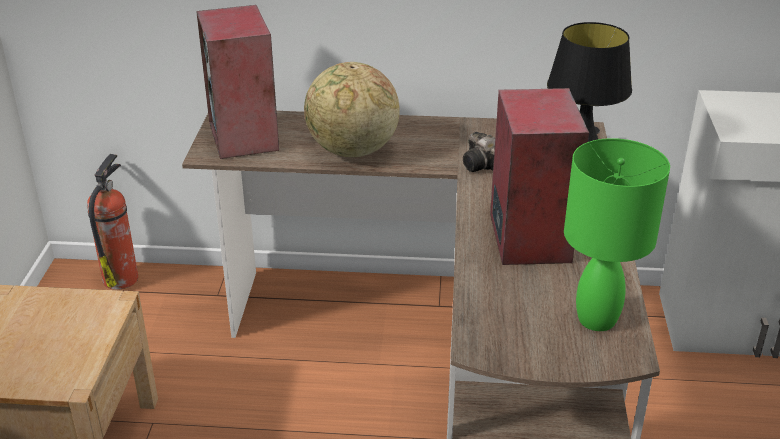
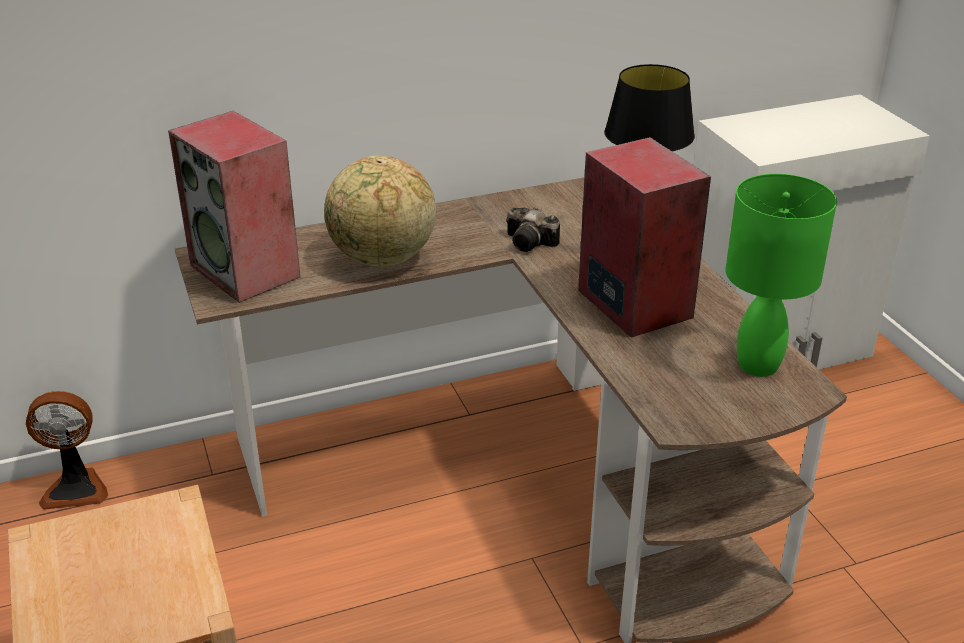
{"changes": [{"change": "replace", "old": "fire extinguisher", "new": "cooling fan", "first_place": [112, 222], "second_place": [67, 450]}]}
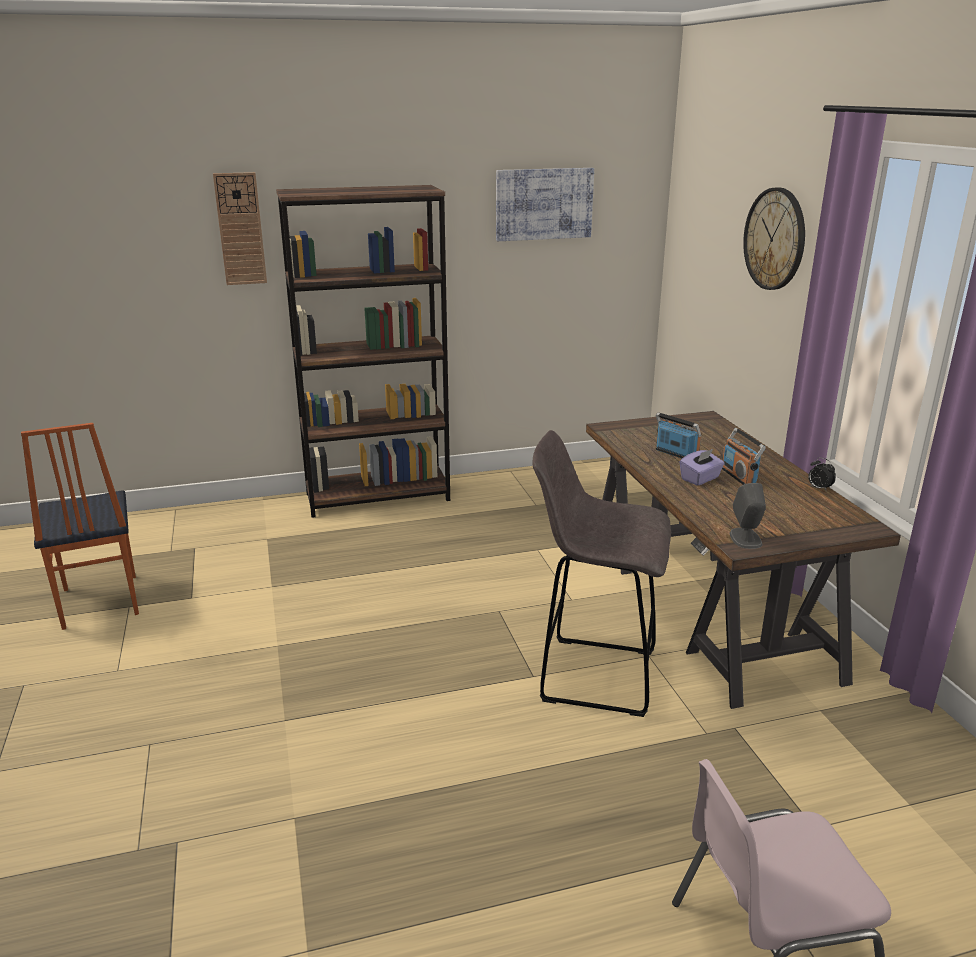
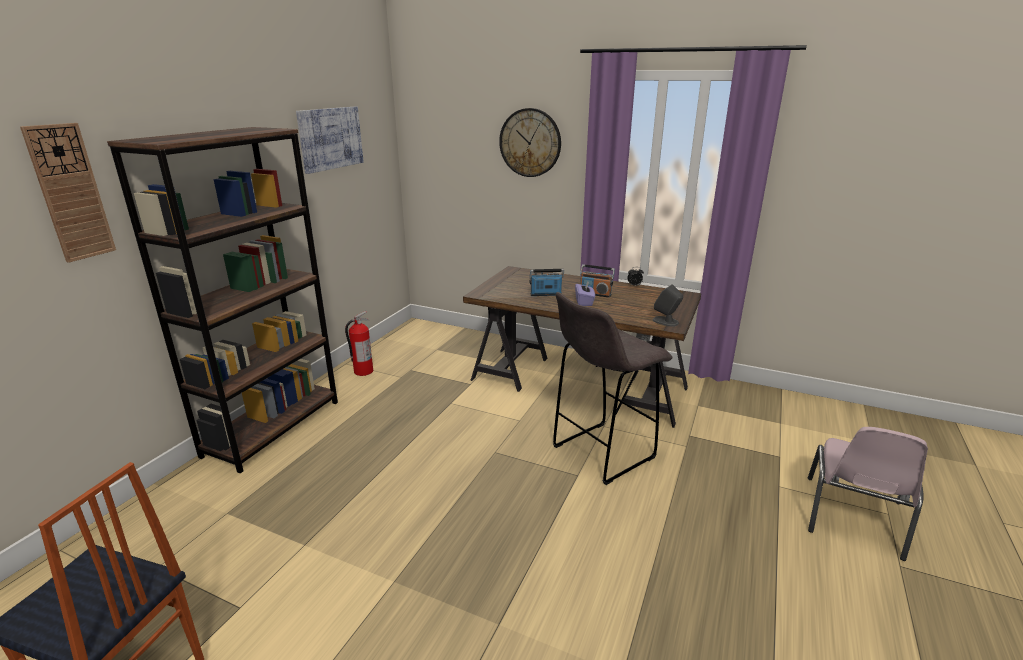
{"changes": [{"change": "insert", "new": "fire extinguisher", "second_place": [359, 343]}]}
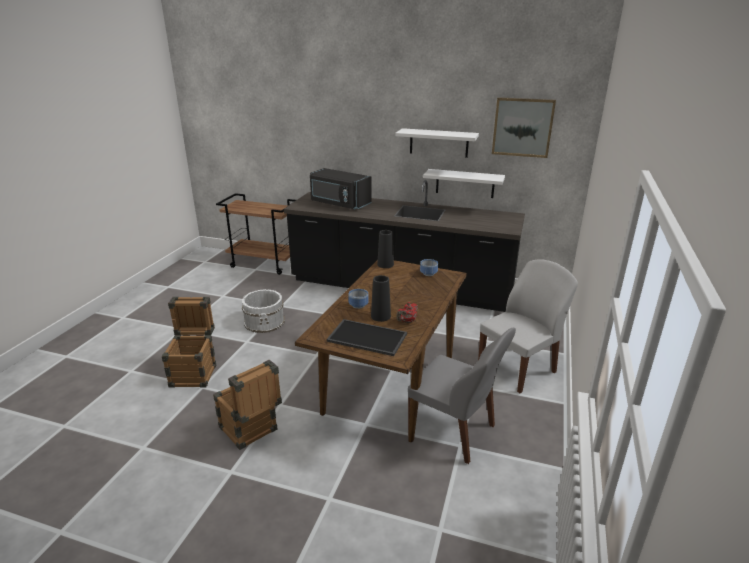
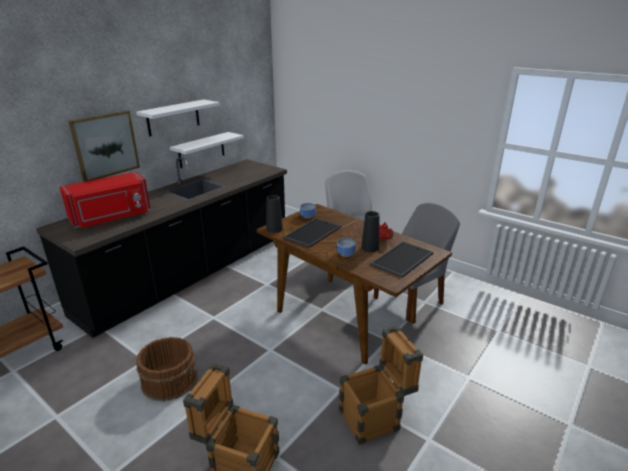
{"changes": [{"change": "recolor", "old": "microwave in blackish", "new": "microwave in red-coloured", "first_place": [341, 188], "second_place": [105, 200]}, {"change": "move", "old": "wall art", "first_place": [524, 127], "second_place": [104, 146]}, {"change": "recolor", "old": "pail in whitish", "new": "pail in brown", "first_place": [263, 311], "second_place": [167, 369]}, {"change": "insert", "new": "serving tray", "second_place": [312, 233]}]}
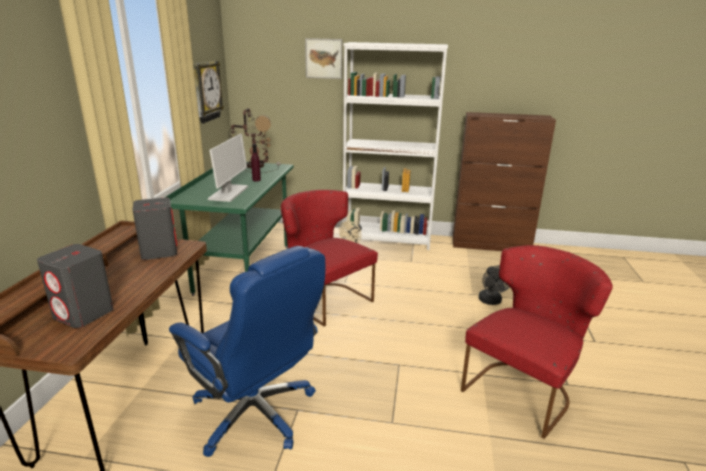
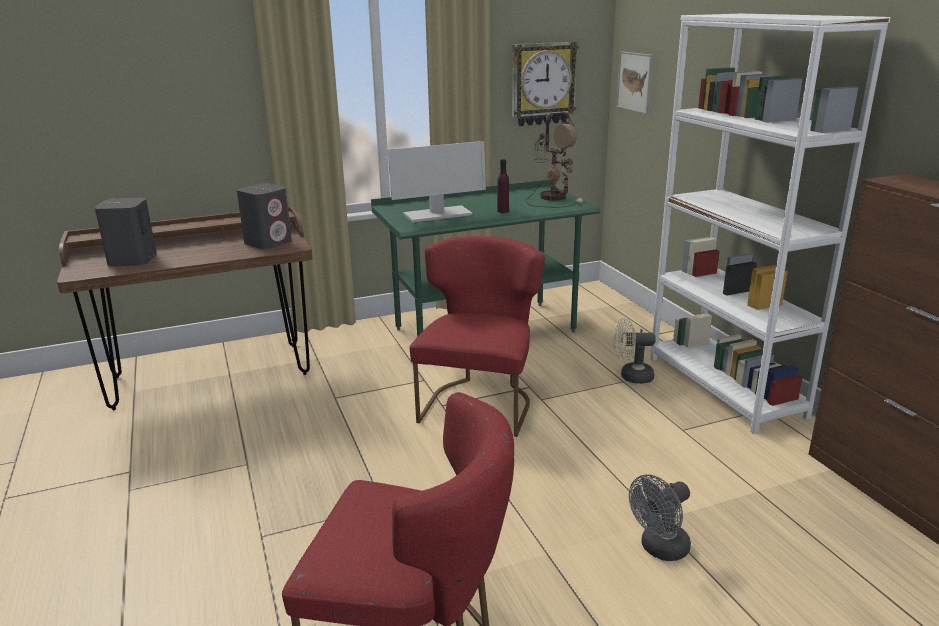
{"changes": [{"change": "move", "old": "wall art", "first_place": [323, 58], "second_place": [634, 82]}, {"change": "delete", "old": "desk chair in blue", "first_place": [247, 351]}]}
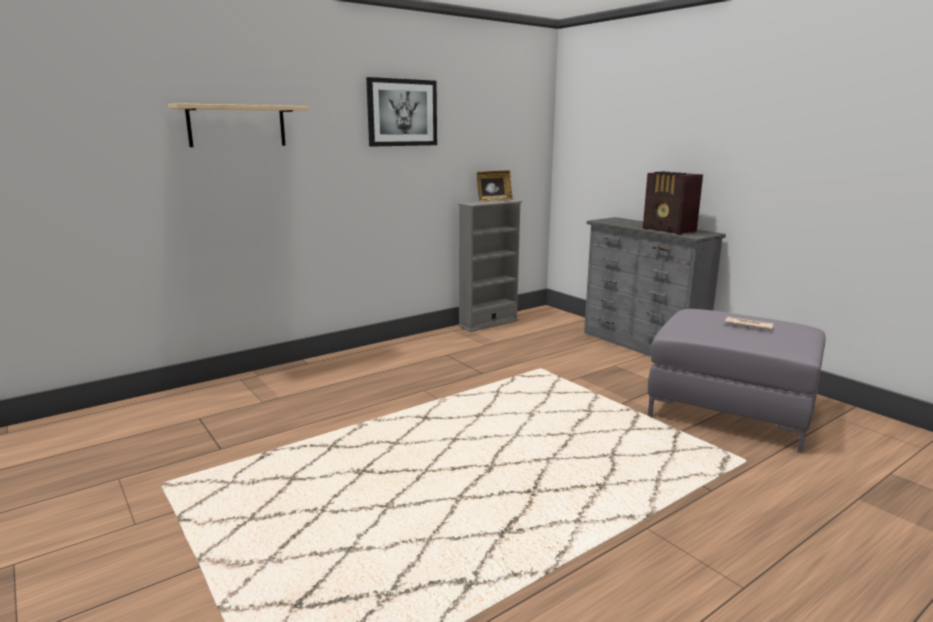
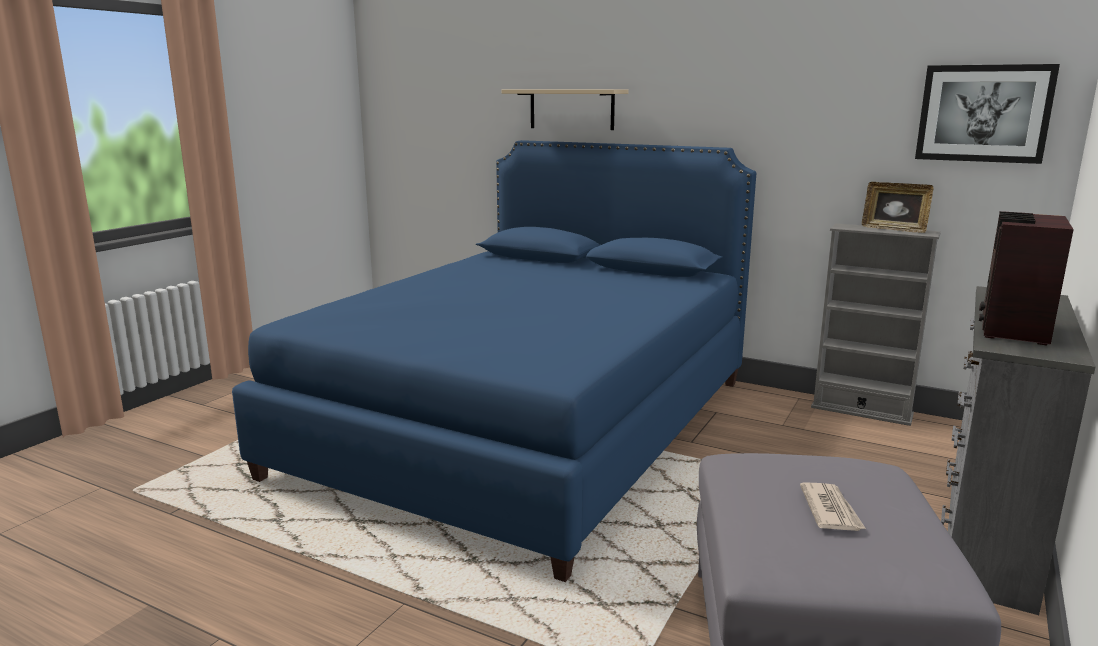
{"changes": [{"change": "insert", "new": "bedroom bed in blue", "second_place": [494, 361]}, {"change": "move", "old": "wall art", "first_place": [401, 112], "second_place": [987, 114]}]}
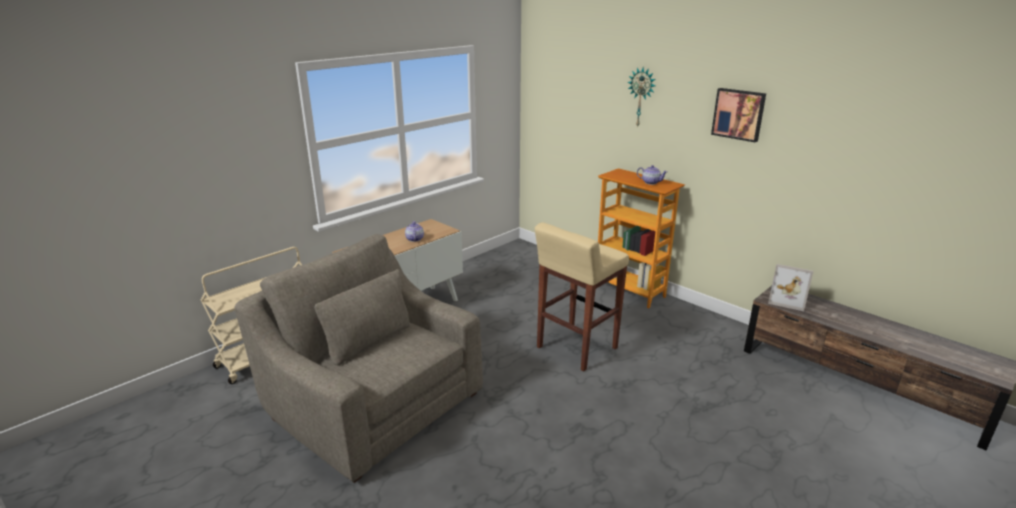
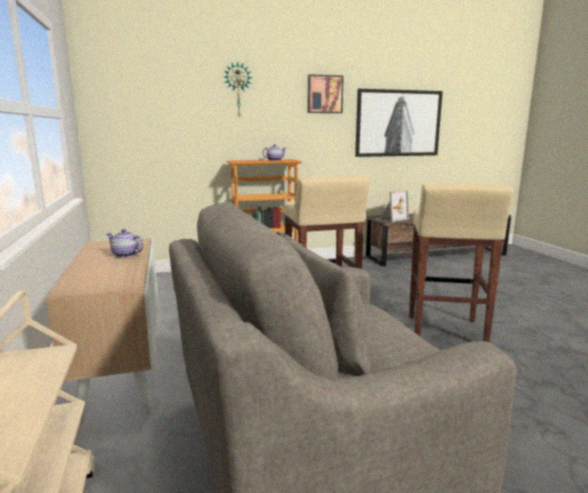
{"changes": [{"change": "insert", "new": "wall art", "second_place": [399, 123]}, {"change": "insert", "new": "stool in beige-coloured", "second_place": [461, 263]}]}
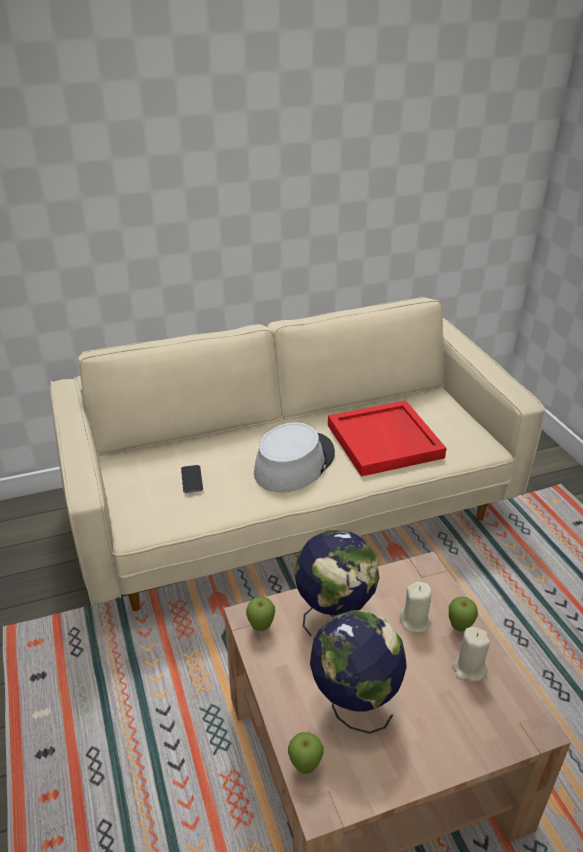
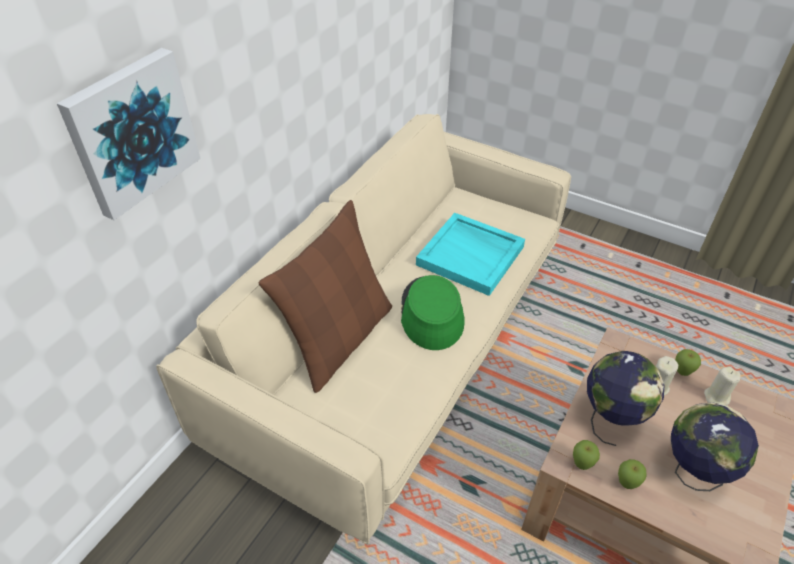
{"changes": [{"change": "insert", "new": "wall art", "second_place": [129, 134]}, {"change": "insert", "new": "pillow in brown", "second_place": [325, 296]}, {"change": "recolor", "old": "hat in grey", "new": "hat in green-coloured", "first_place": [294, 457], "second_place": [433, 312]}, {"change": "recolor", "old": "serving tray in red-coloured", "new": "serving tray in turquoise-coloured", "first_place": [387, 439], "second_place": [470, 254]}, {"change": "move", "old": "apple", "first_place": [305, 753], "second_place": [632, 474]}, {"change": "delete", "old": "telephone", "first_place": [192, 479]}]}
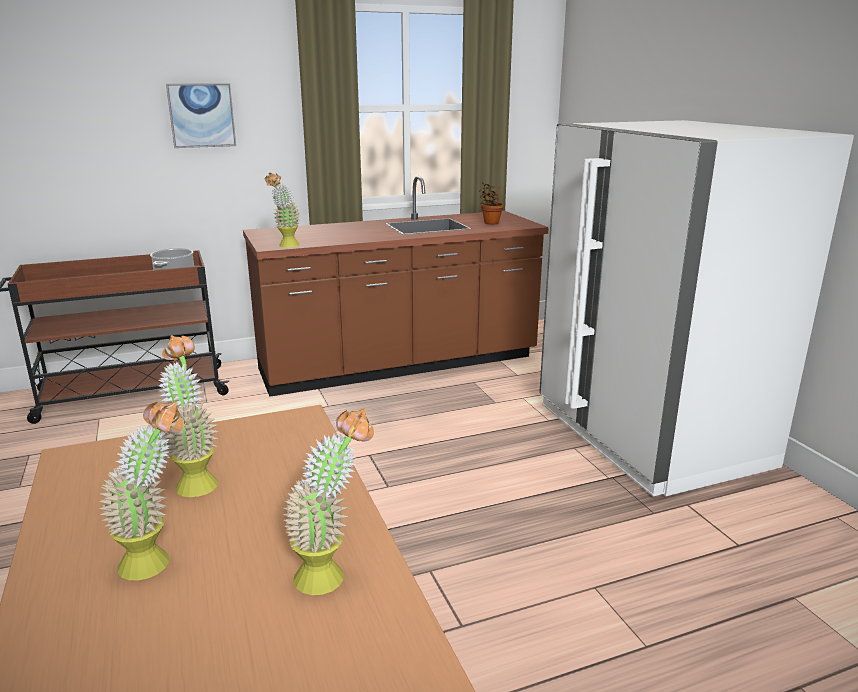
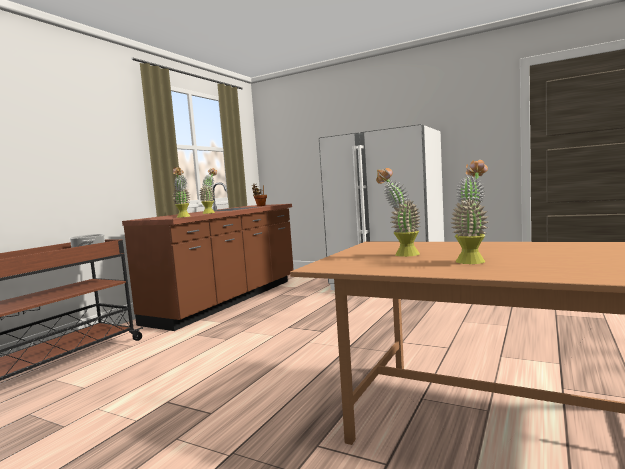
{"changes": [{"change": "move", "old": "potted plant", "first_place": [328, 501], "second_place": [208, 191]}, {"change": "delete", "old": "wall art", "first_place": [201, 115]}]}
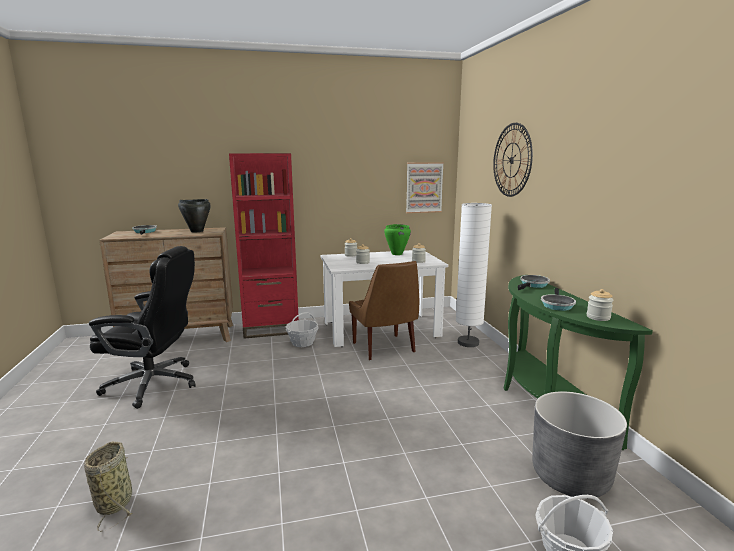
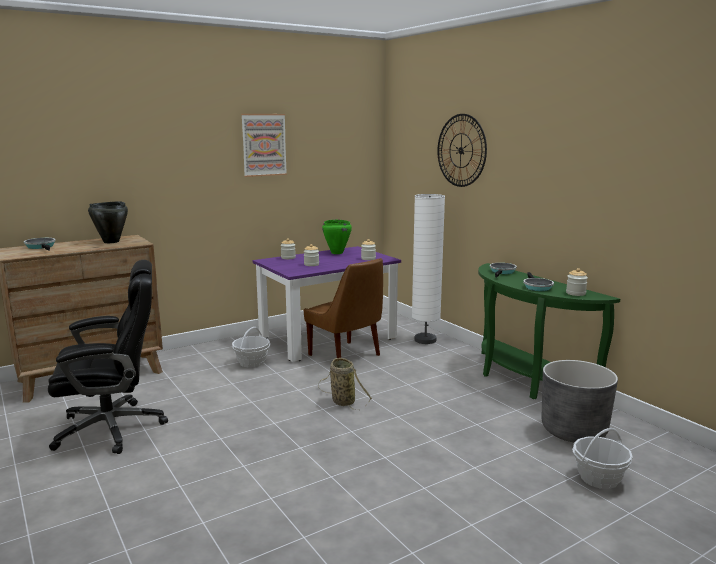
{"changes": [{"change": "move", "old": "wall art", "first_place": [425, 187], "second_place": [264, 145]}, {"change": "recolor", "old": "dinner table in whitish", "new": "dinner table in purplish", "first_place": [384, 298], "second_place": [327, 304]}, {"change": "move", "old": "basket", "first_place": [108, 487], "second_place": [345, 384]}, {"change": "delete", "old": "shelving unit in red-coloured", "first_place": [264, 246]}]}
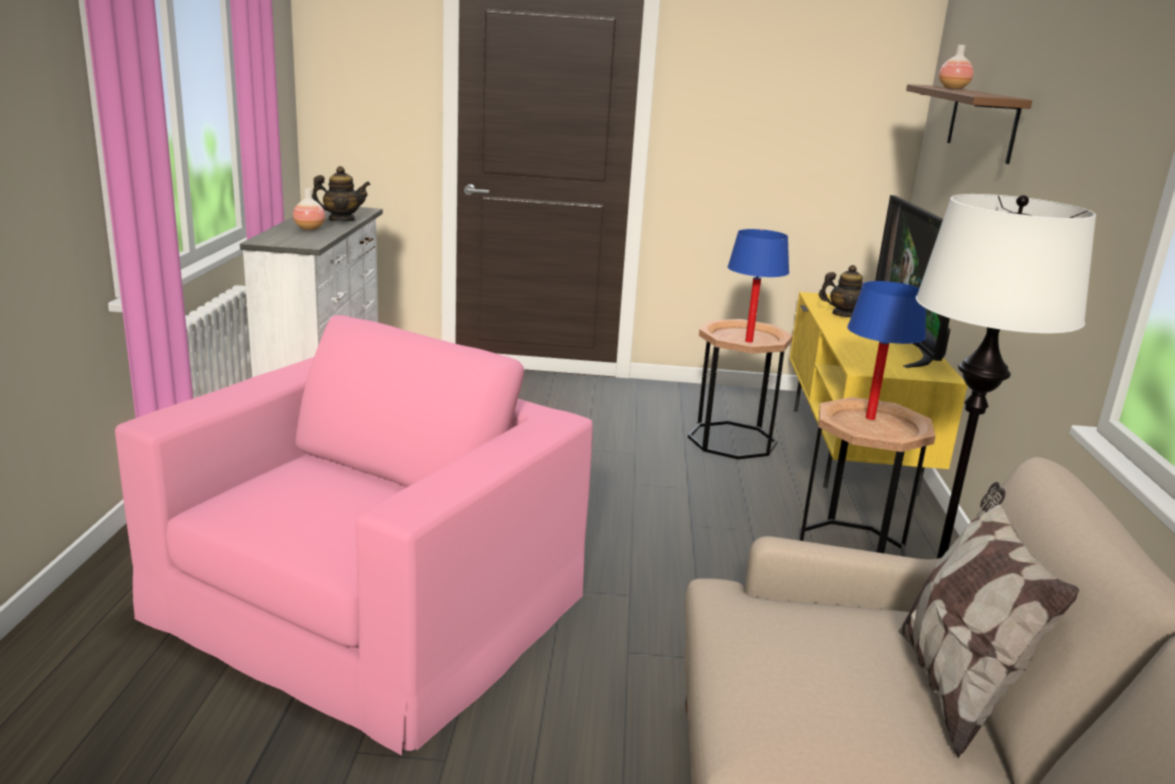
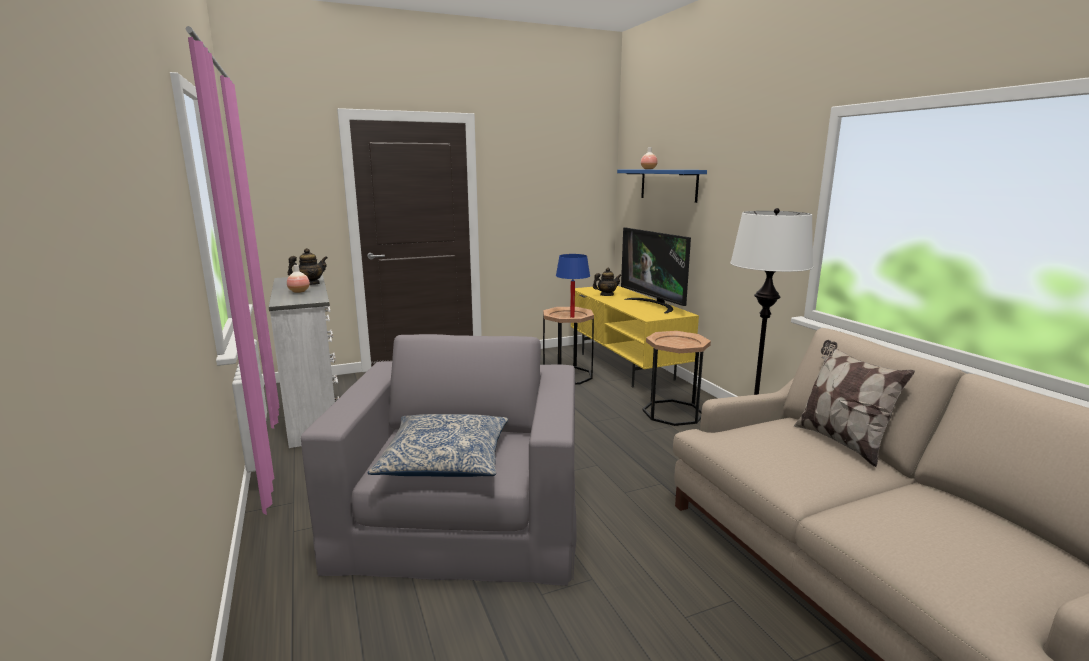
{"changes": [{"change": "recolor", "old": "armchair in pink", "new": "armchair in grey", "first_place": [354, 535], "second_place": [438, 460]}, {"change": "insert", "new": "pillow", "second_place": [437, 445]}, {"change": "recolor", "old": "shelf in brown", "new": "shelf in blue", "first_place": [969, 124], "second_place": [662, 186]}, {"change": "delete", "old": "tabletop lamp in blue", "first_place": [886, 350]}]}
